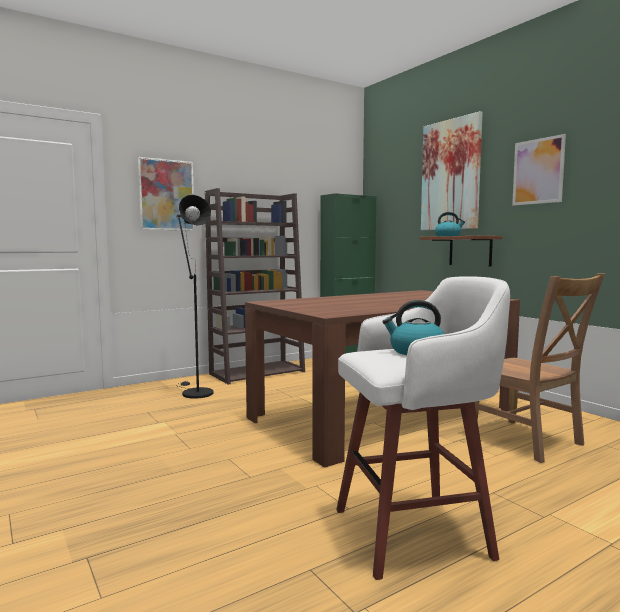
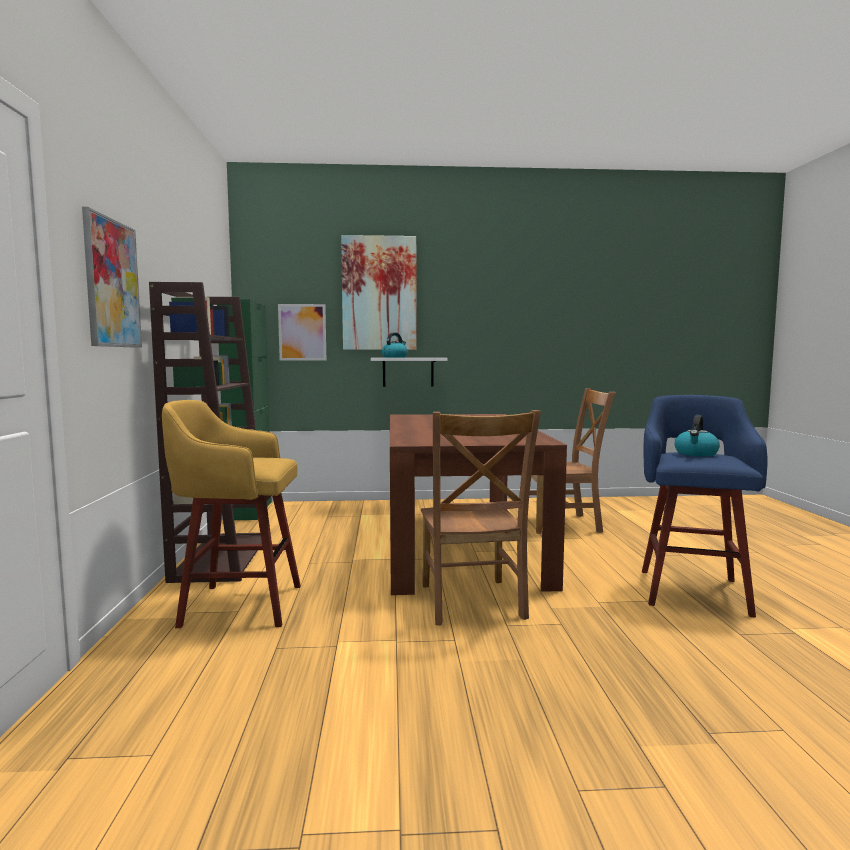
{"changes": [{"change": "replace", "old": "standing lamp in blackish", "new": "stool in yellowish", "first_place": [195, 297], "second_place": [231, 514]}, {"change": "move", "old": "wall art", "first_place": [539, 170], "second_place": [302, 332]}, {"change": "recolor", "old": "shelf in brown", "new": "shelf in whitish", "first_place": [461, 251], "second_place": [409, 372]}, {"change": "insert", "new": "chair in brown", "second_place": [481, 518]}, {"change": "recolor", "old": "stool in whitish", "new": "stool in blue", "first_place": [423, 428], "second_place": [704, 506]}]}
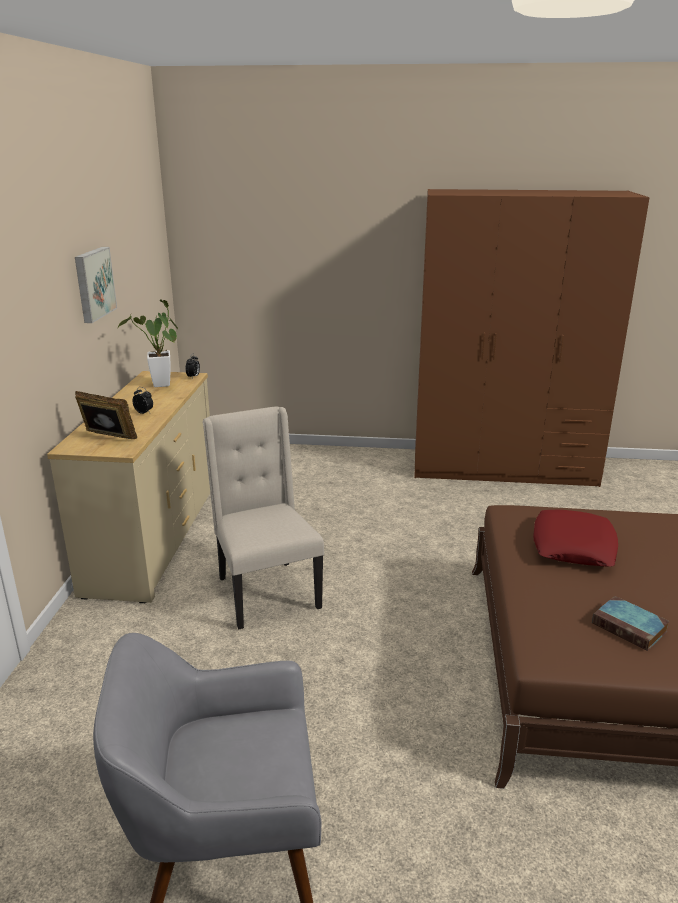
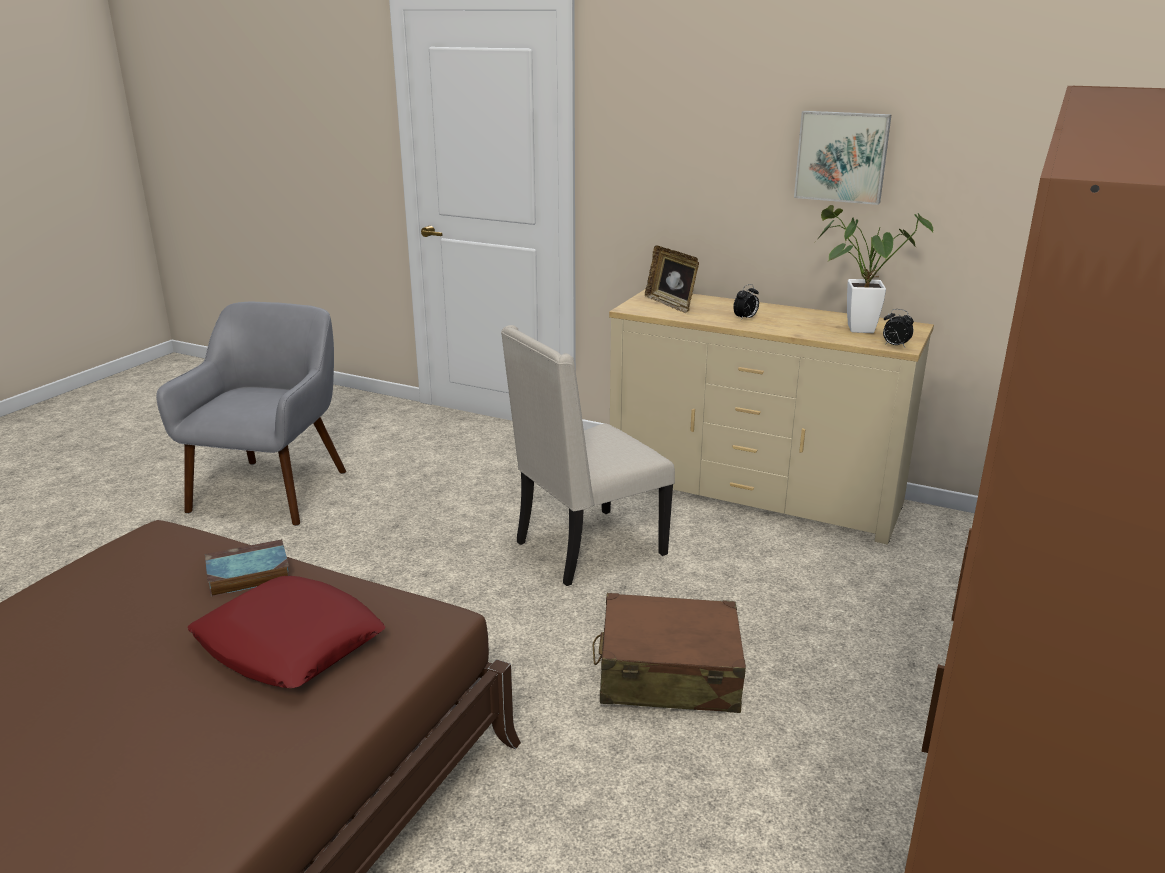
{"changes": [{"change": "move", "old": "volume", "first_place": [631, 623], "second_place": [247, 568]}, {"change": "rotate", "old": "chair in beige-coloured", "first_place": [263, 518], "second_place": [588, 455], "degrees": 150}, {"change": "insert", "new": "piece of luggage in brown", "second_place": [669, 653]}, {"change": "rotate", "old": "picture frame", "first_place": [106, 415], "second_place": [672, 279], "degrees": 105}]}
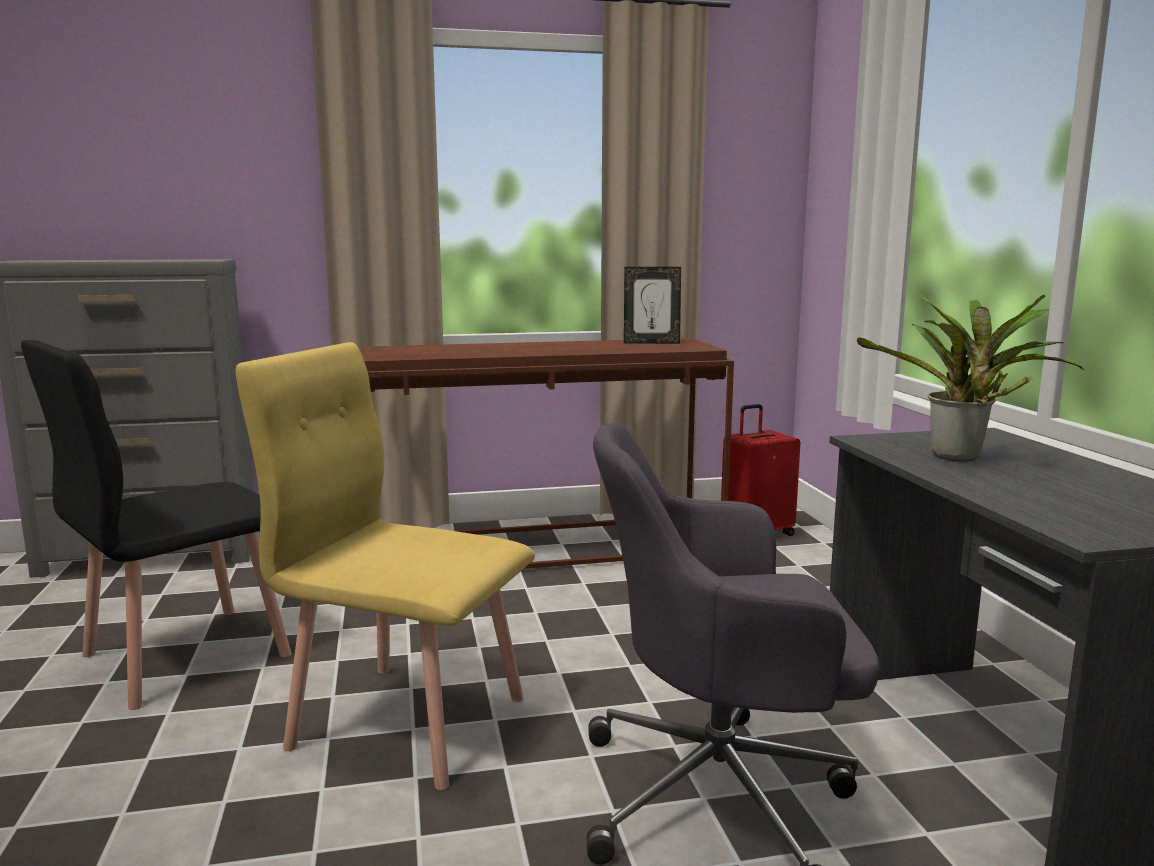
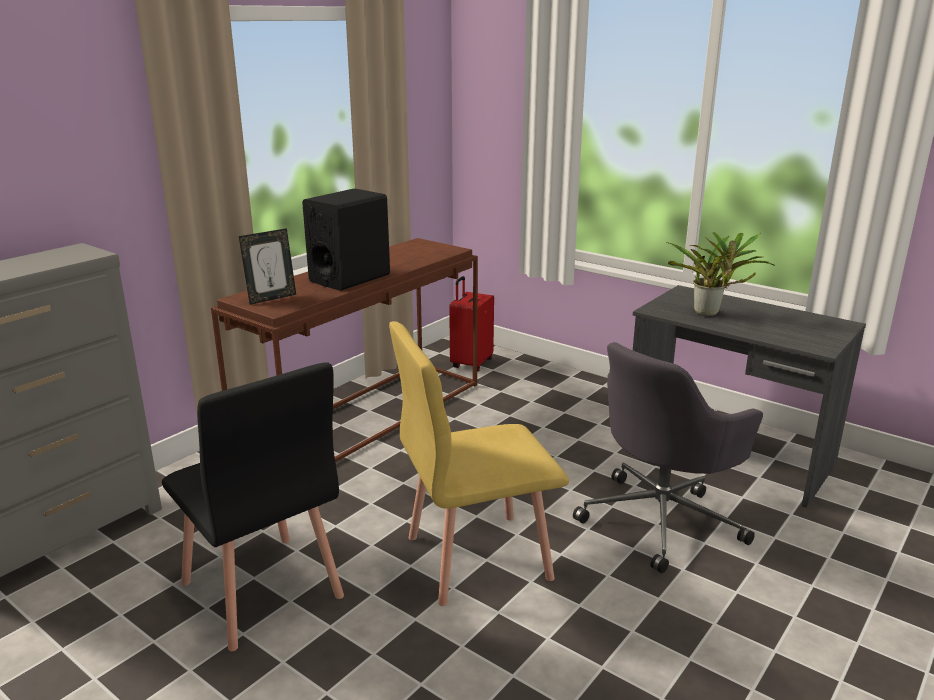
{"changes": [{"change": "rotate", "old": "chair in blackish", "first_place": [156, 525], "second_place": [253, 506], "degrees": -45}, {"change": "move", "old": "picture frame", "first_place": [652, 305], "second_place": [267, 266]}, {"change": "insert", "new": "loudspeaker in blackish", "second_place": [346, 239]}]}
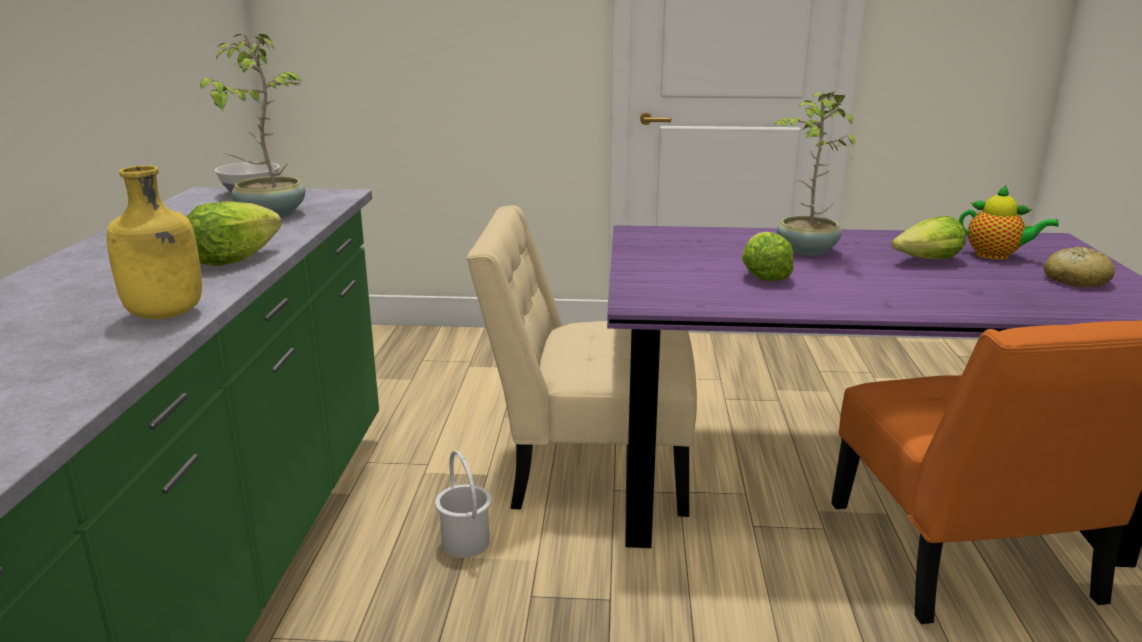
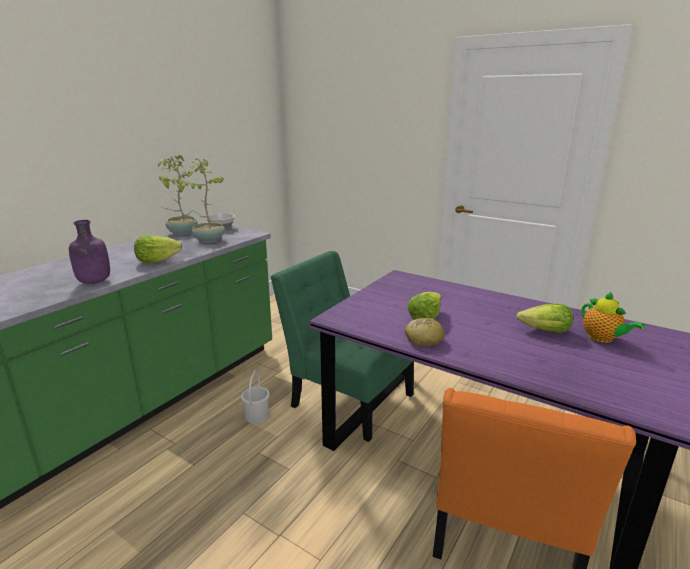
{"changes": [{"change": "recolor", "old": "bottle in yellowish", "new": "bottle in purplish", "first_place": [154, 242], "second_place": [89, 252]}, {"change": "move", "old": "potted plant", "first_place": [814, 174], "second_place": [178, 195]}, {"change": "recolor", "old": "chair in beige-coloured", "new": "chair in green-coloured", "first_place": [581, 361], "second_place": [342, 346]}, {"change": "move", "old": "bakery bread", "first_place": [1079, 267], "second_place": [425, 332]}]}
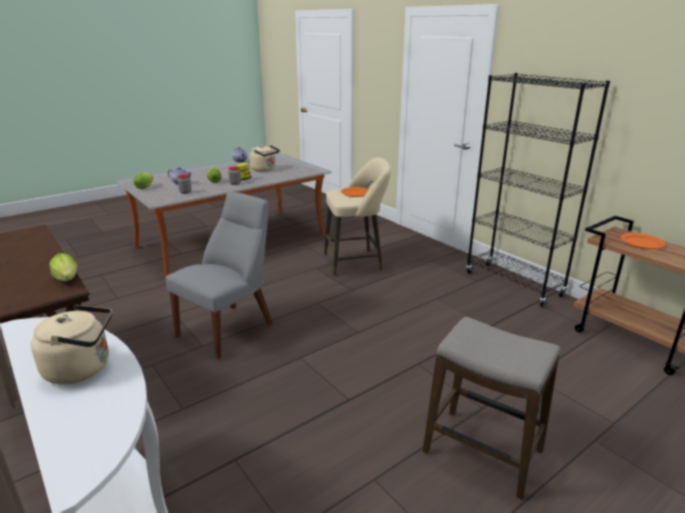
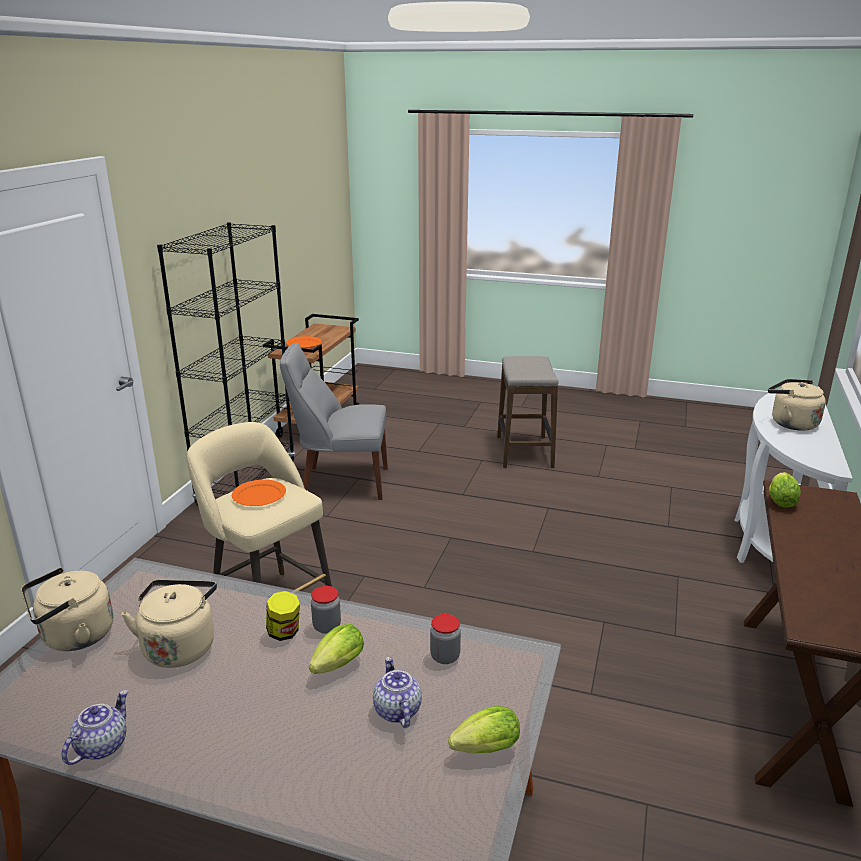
{"changes": [{"change": "insert", "new": "kettle in beige-coloured", "second_place": [67, 609]}, {"change": "move", "old": "chair in grey", "first_place": [219, 275], "second_place": [334, 421]}]}
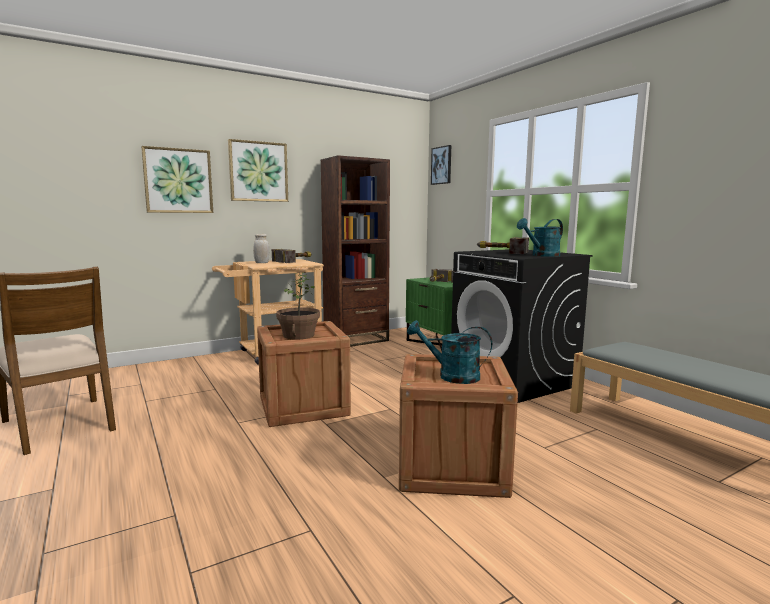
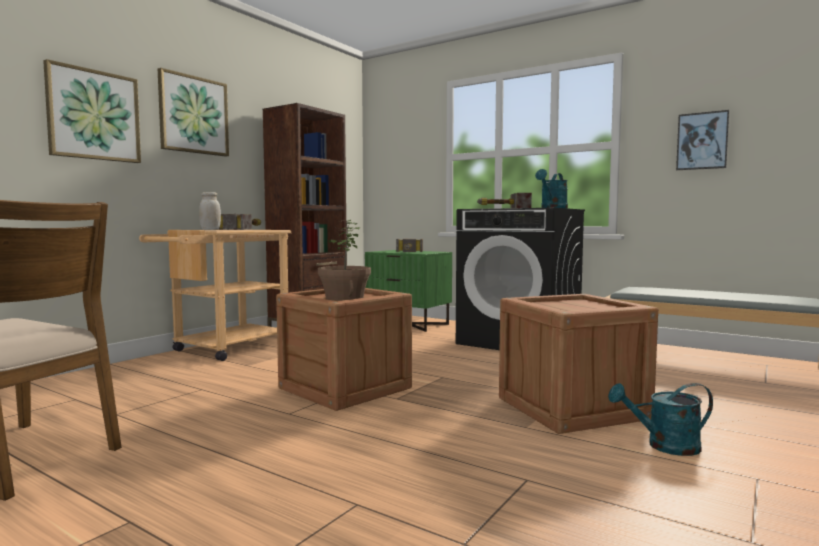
{"changes": [{"change": "move", "old": "watering can in turquoise-coloured", "first_place": [449, 352], "second_place": [660, 419]}, {"change": "move", "old": "wall art", "first_place": [441, 165], "second_place": [702, 140]}]}
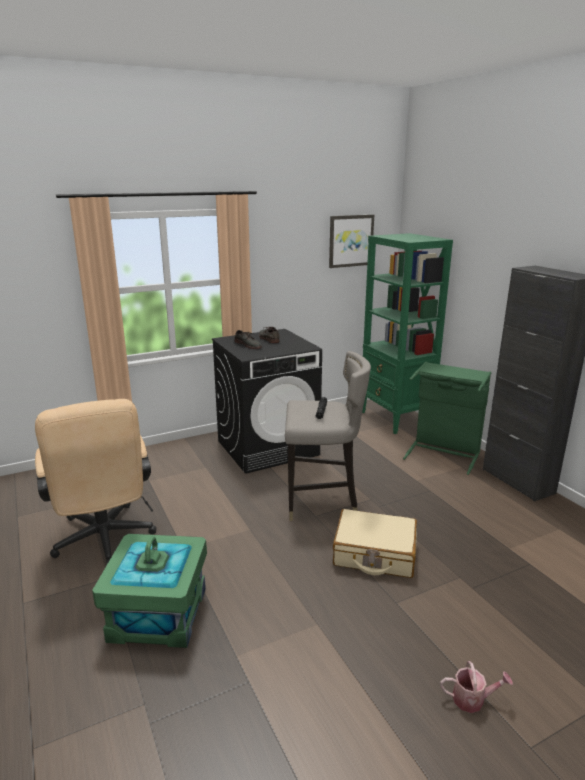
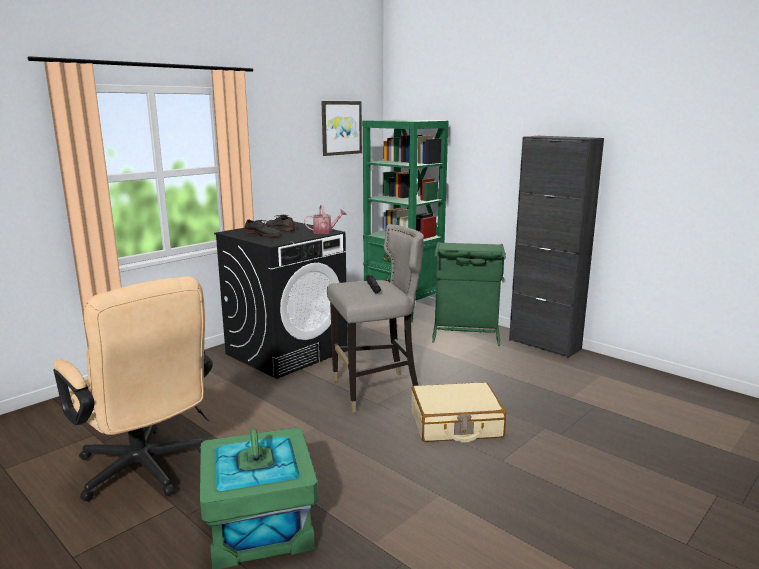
{"changes": [{"change": "move", "old": "watering can", "first_place": [476, 687], "second_place": [325, 219]}]}
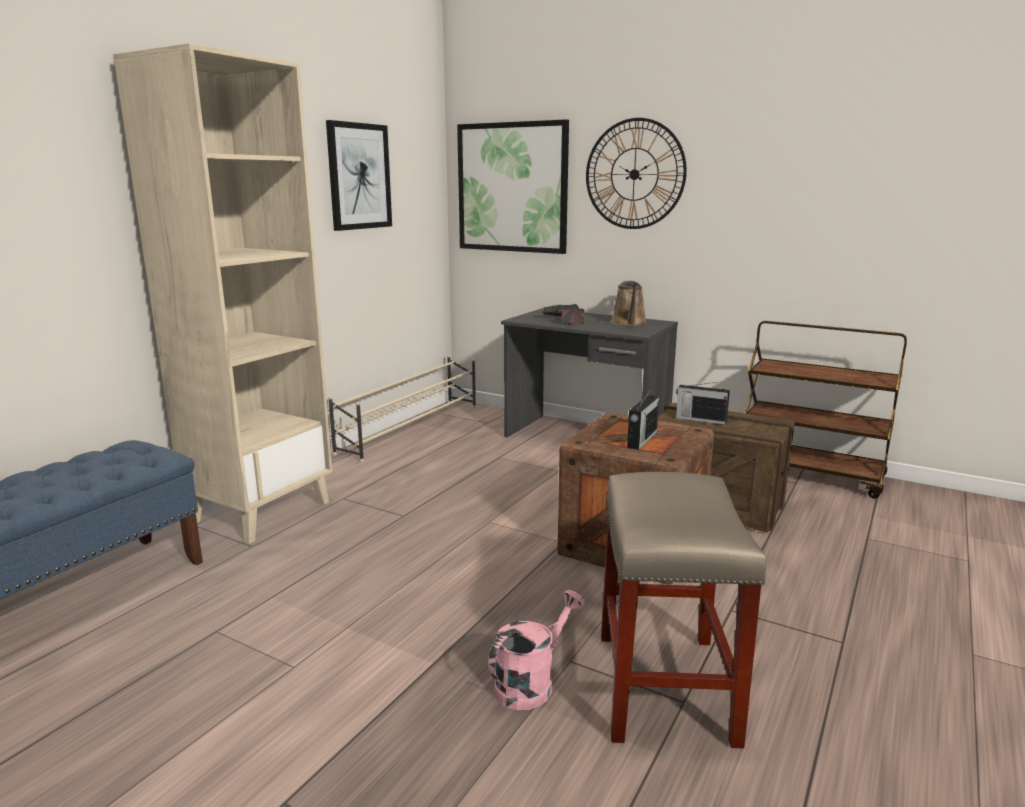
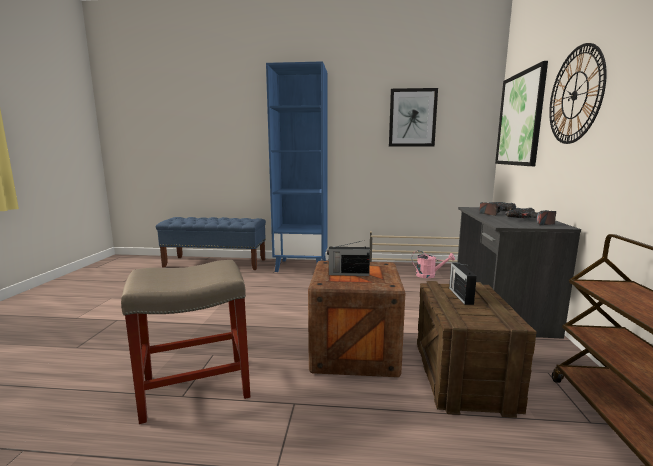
{"changes": [{"change": "recolor", "old": "shelving unit in beige-coloured", "new": "shelving unit in blue", "first_place": [222, 293], "second_place": [297, 166]}, {"change": "move", "old": "watering can in pink", "first_place": [537, 650], "second_place": [433, 264]}, {"change": "replace", "old": "watering can in brown", "new": "power drill", "first_place": [629, 303], "second_place": [530, 216]}]}
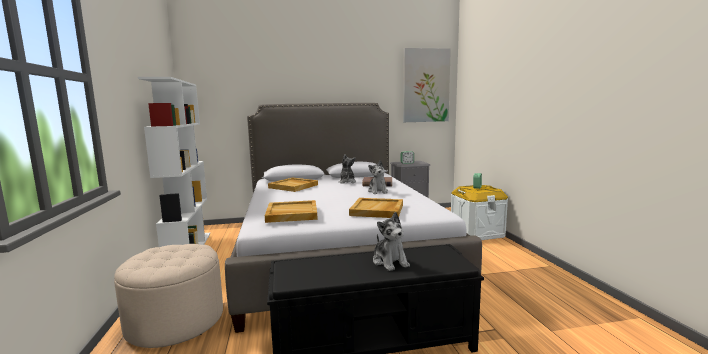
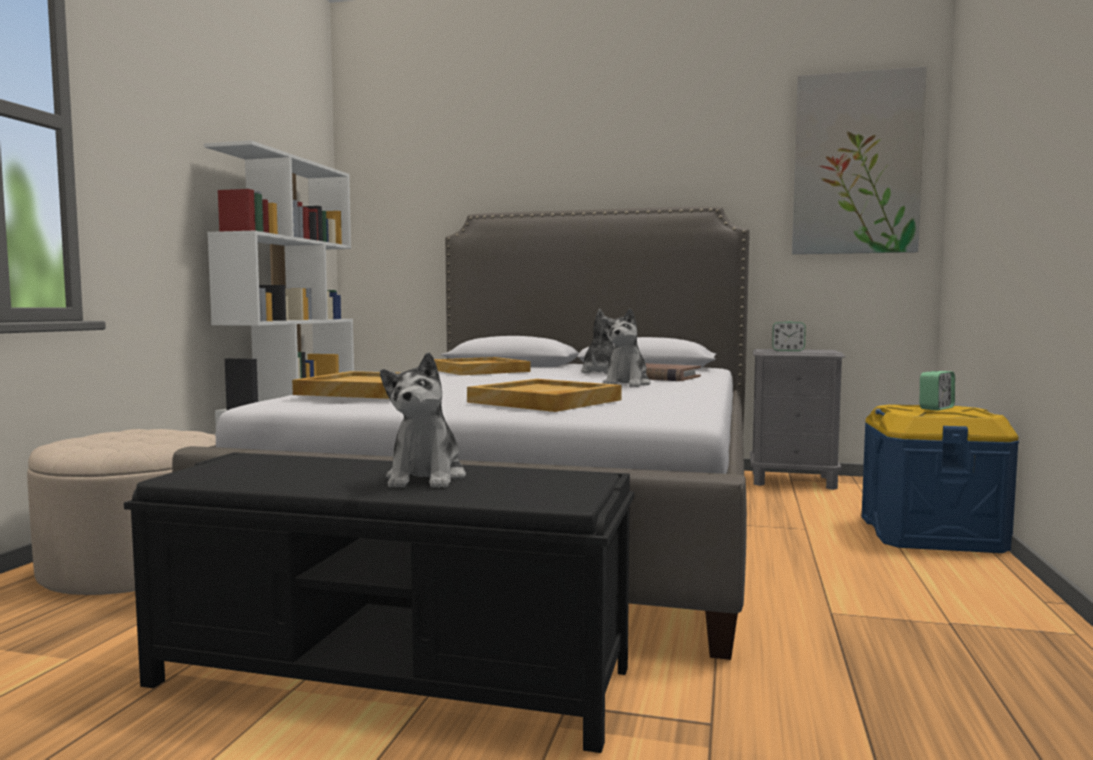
{"changes": [{"change": "recolor", "old": "storage box in whitish", "new": "storage box in blue", "first_place": [479, 212], "second_place": [940, 478]}]}
